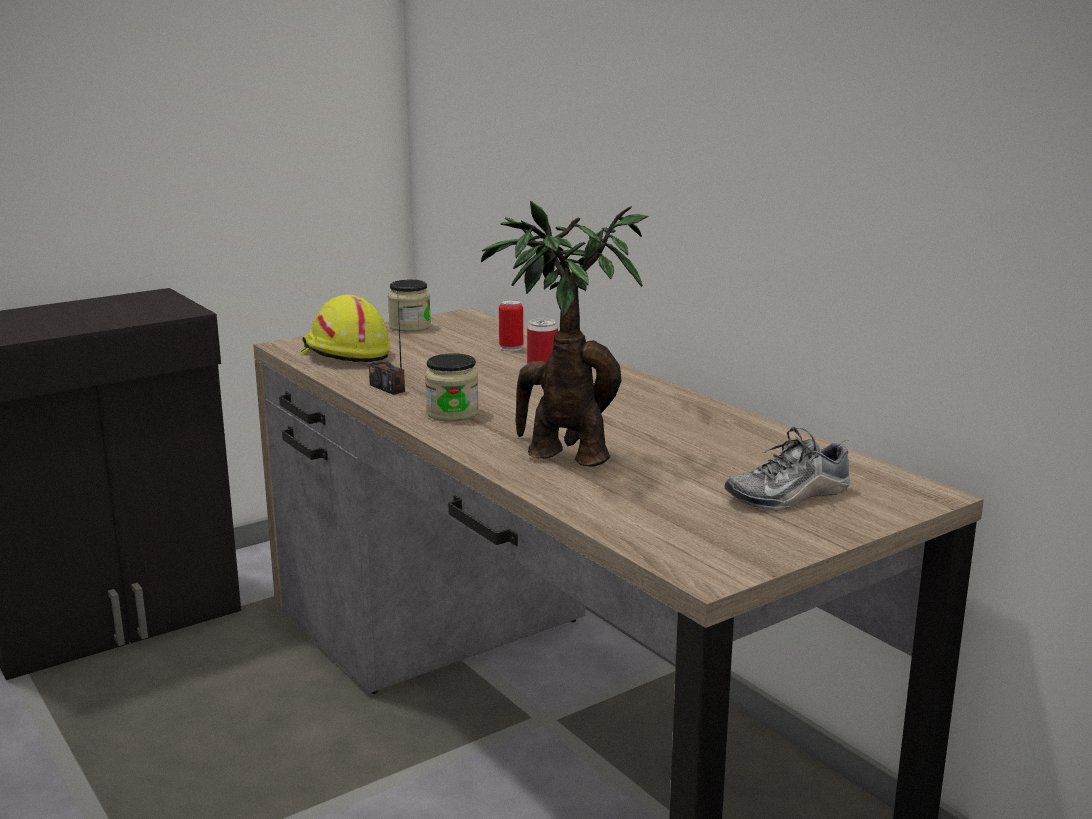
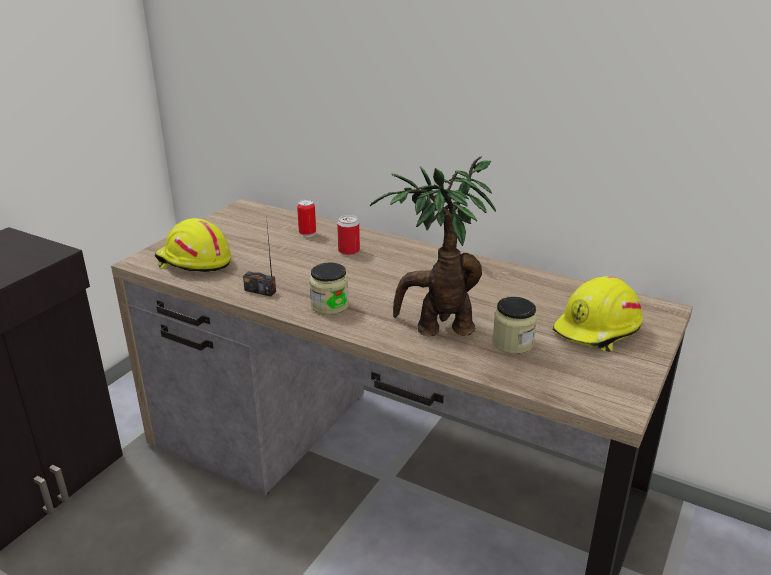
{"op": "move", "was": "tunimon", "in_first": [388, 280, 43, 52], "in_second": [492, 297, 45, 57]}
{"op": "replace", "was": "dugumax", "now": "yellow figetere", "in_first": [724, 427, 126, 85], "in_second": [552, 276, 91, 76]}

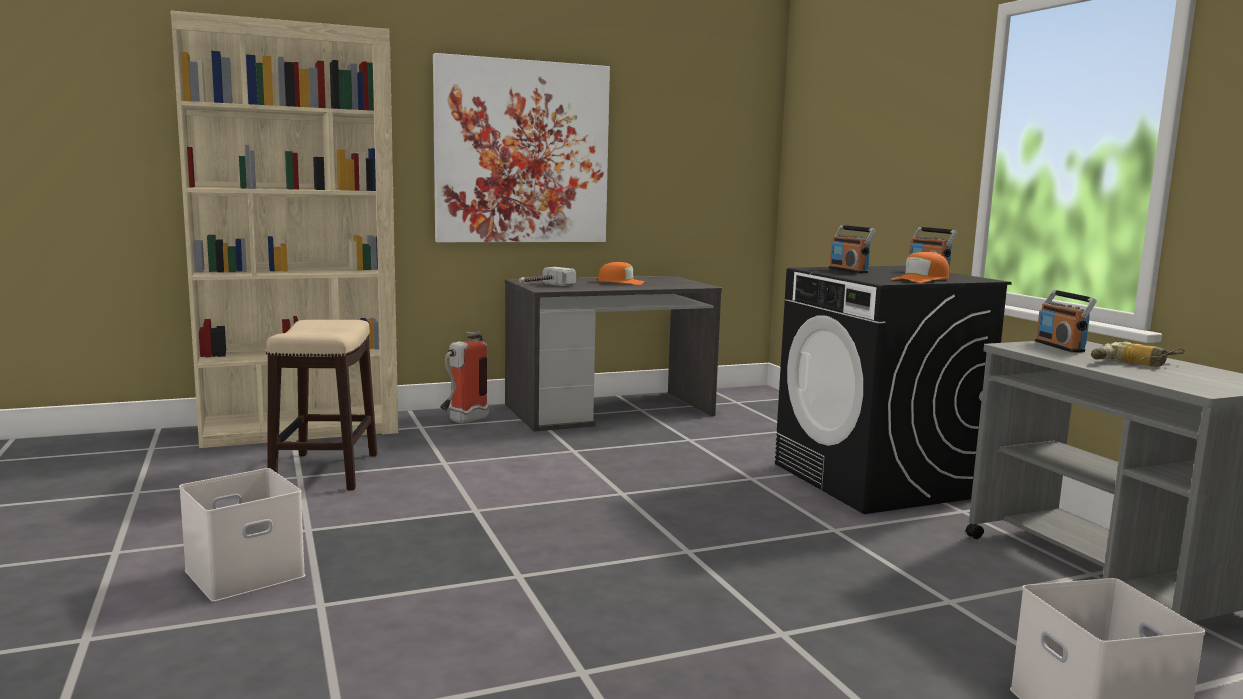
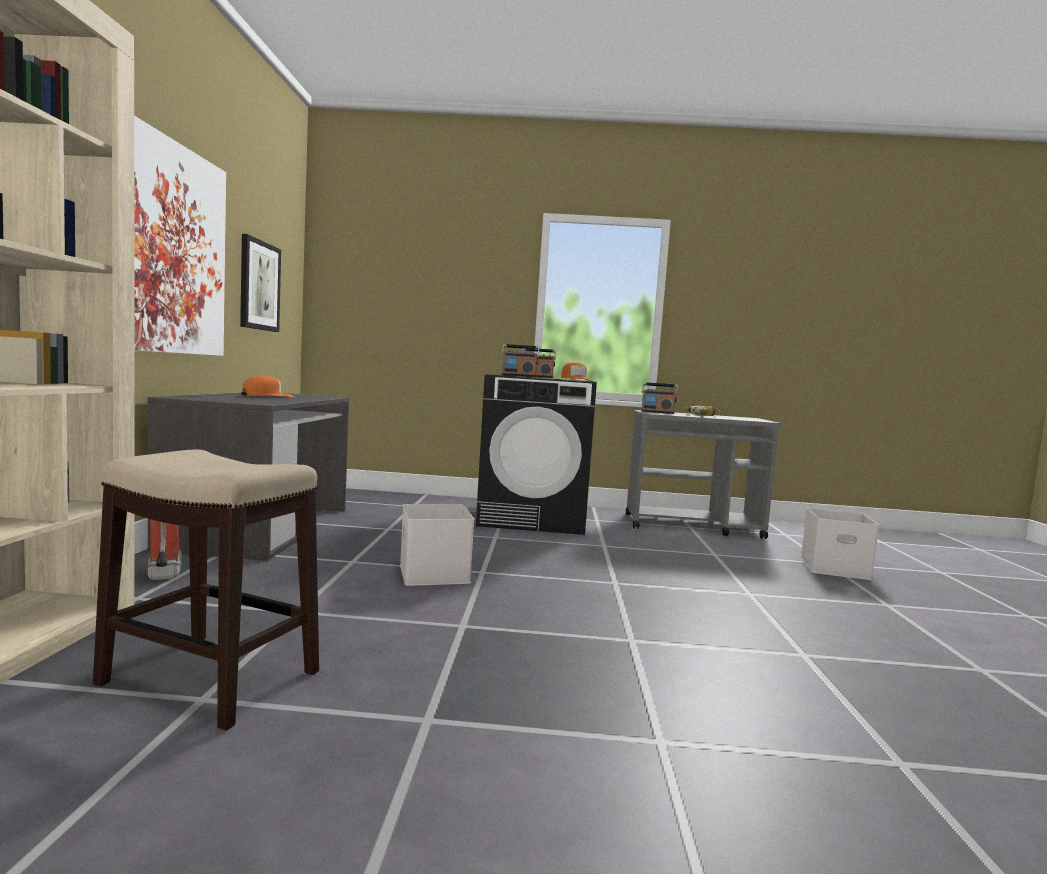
{"op": "insert", "now": "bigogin", "in_second": [240, 234, 41, 98]}
{"op": "move", "was": "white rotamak", "in_first": [179, 468, 126, 134], "in_second": [400, 504, 74, 82]}
{"op": "delete", "was": "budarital", "in_first": [519, 267, 57, 19]}

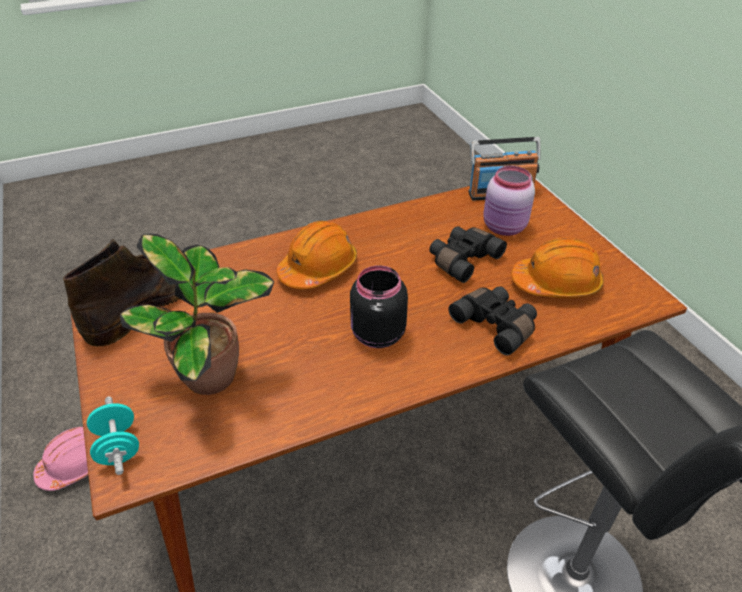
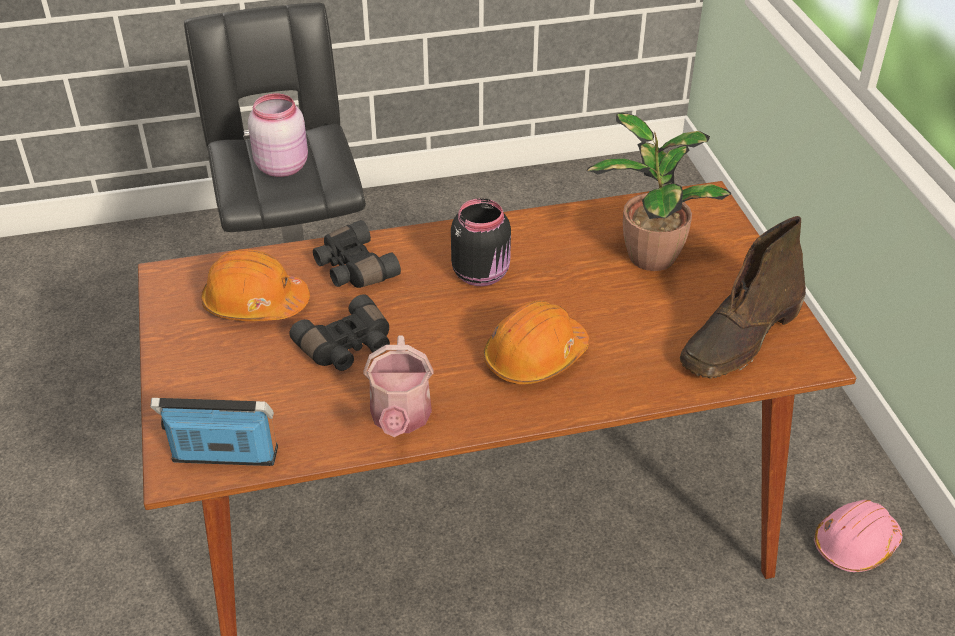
{"op": "move", "was": "pink tunimon", "in_first": [483, 166, 52, 70], "in_second": [248, 94, 60, 83]}
{"op": "insert", "now": "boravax", "in_second": [363, 336, 71, 101]}
{"op": "delete", "was": "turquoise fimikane", "in_first": [87, 397, 52, 78]}

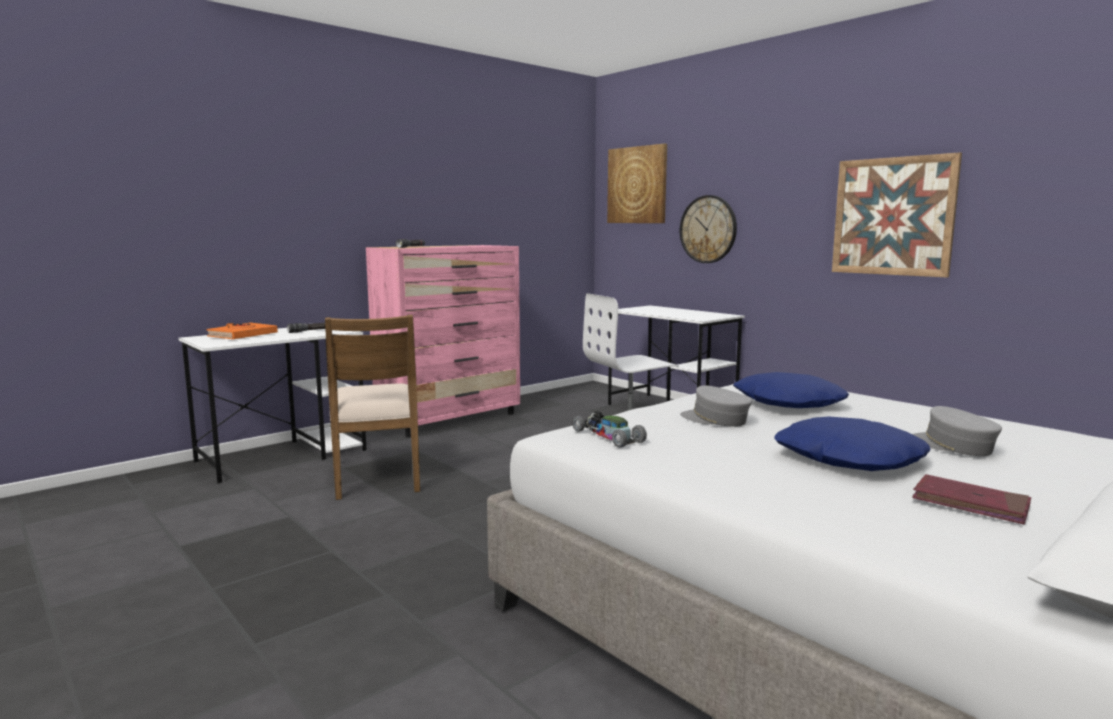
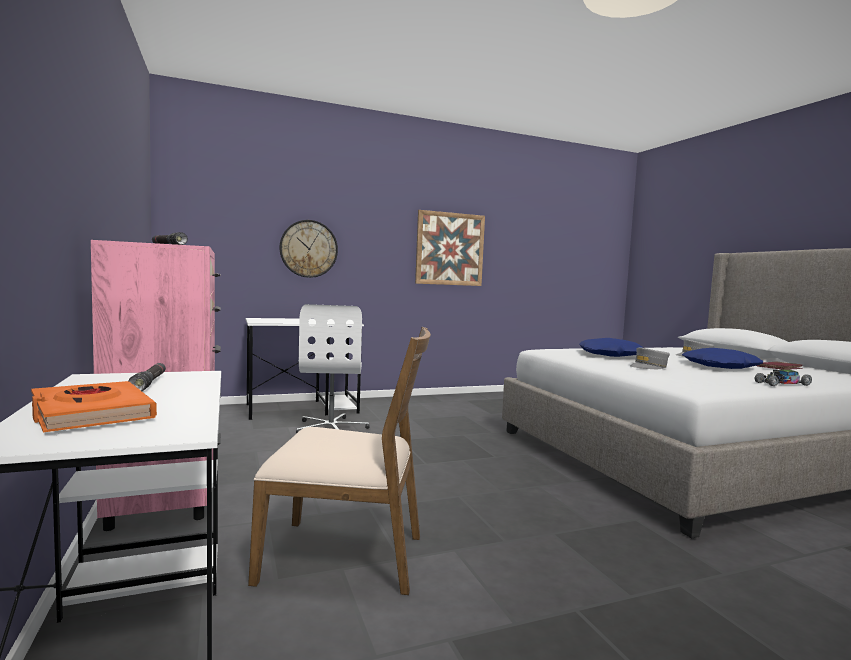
{"op": "move", "was": "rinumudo", "in_first": [572, 411, 75, 37], "in_second": [755, 370, 57, 16]}
{"op": "delete", "was": "bigogin", "in_first": [607, 144, 60, 79]}

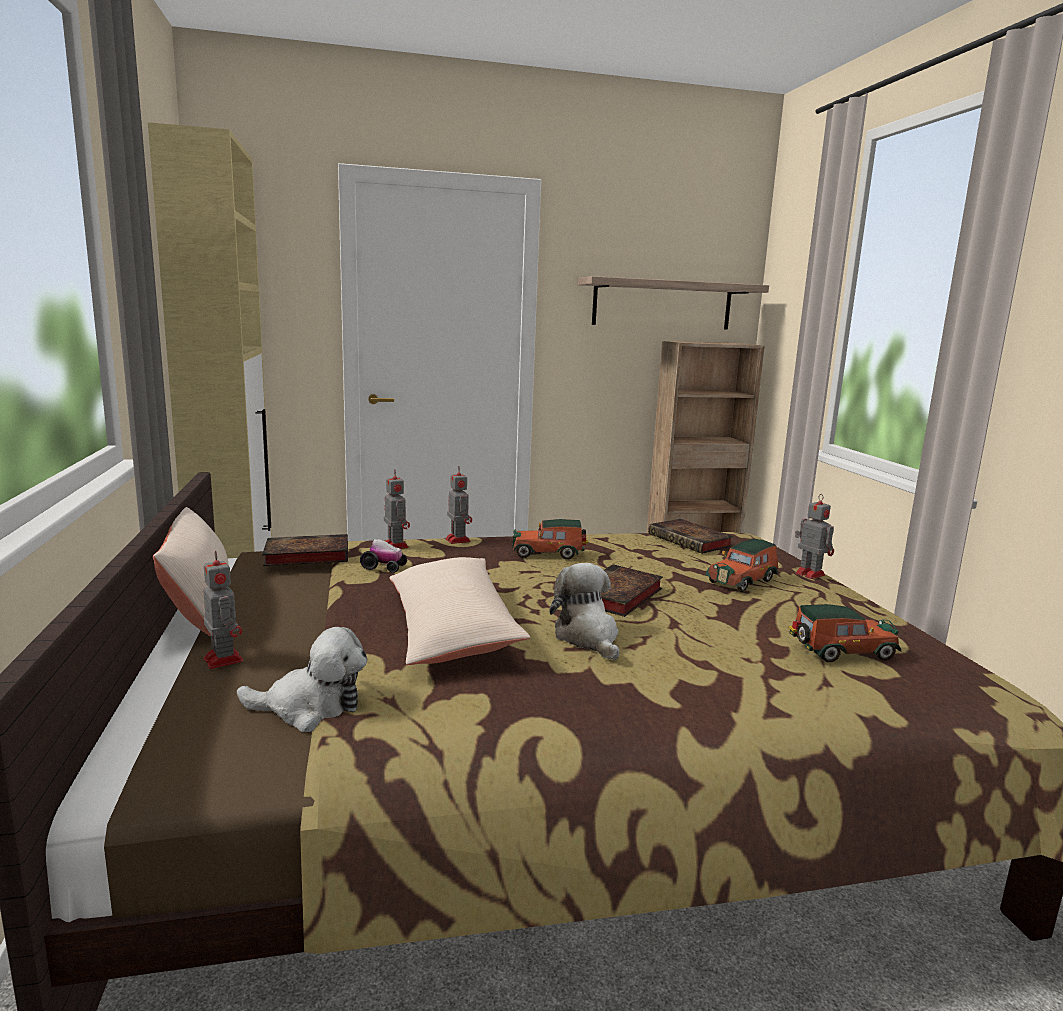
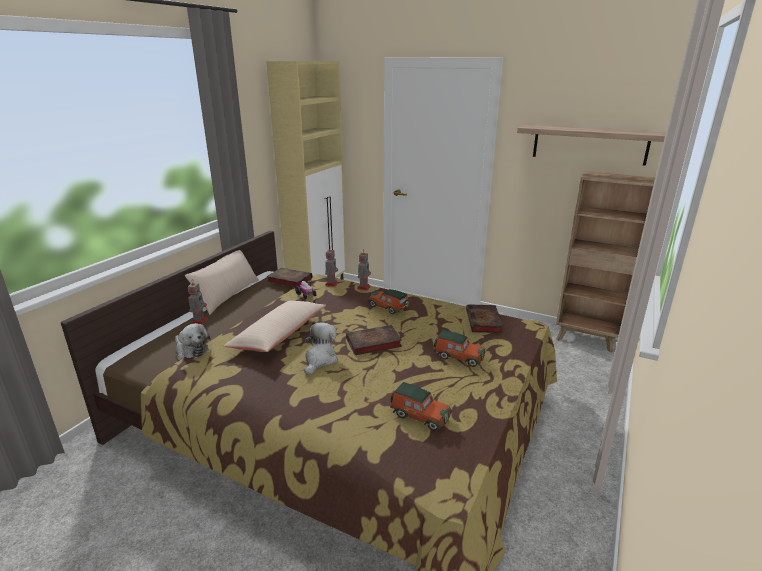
{"op": "rotate", "was": "rinumudo", "in_first": [705, 538, 73, 54], "in_second": [434, 330, 51, 37], "clockwise": -150}
{"op": "delete", "was": "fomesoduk", "in_first": [795, 494, 39, 85]}

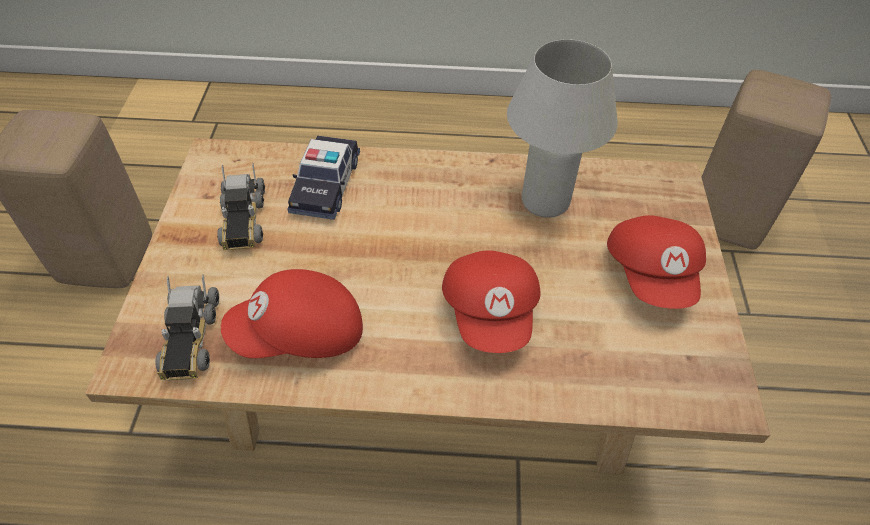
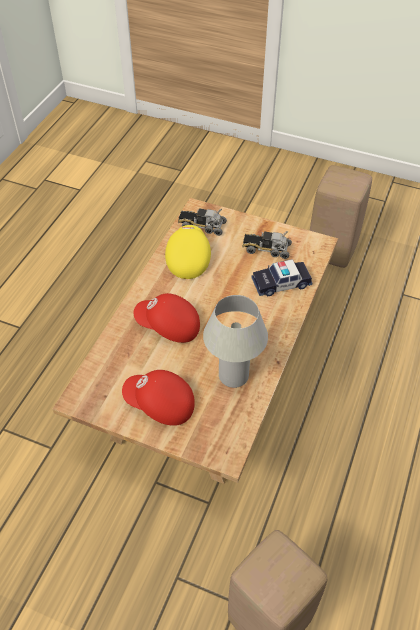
{"op": "recolor", "was": "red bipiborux", "now": "yellow bipiborux", "in_first": [221, 269, 142, 89], "in_second": [165, 225, 46, 54]}
{"op": "rotate", "was": "rinumudo", "in_first": [288, 136, 72, 84], "in_second": [251, 259, 61, 37], "clockwise": -45}

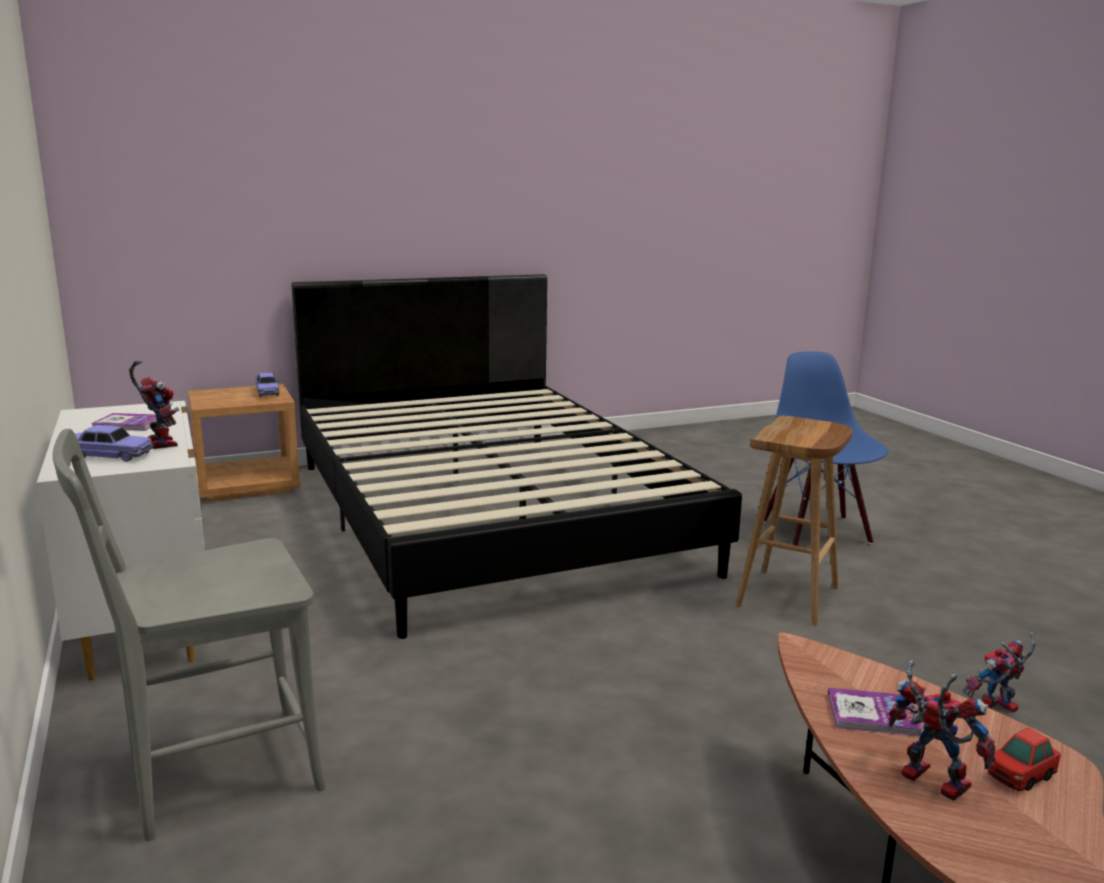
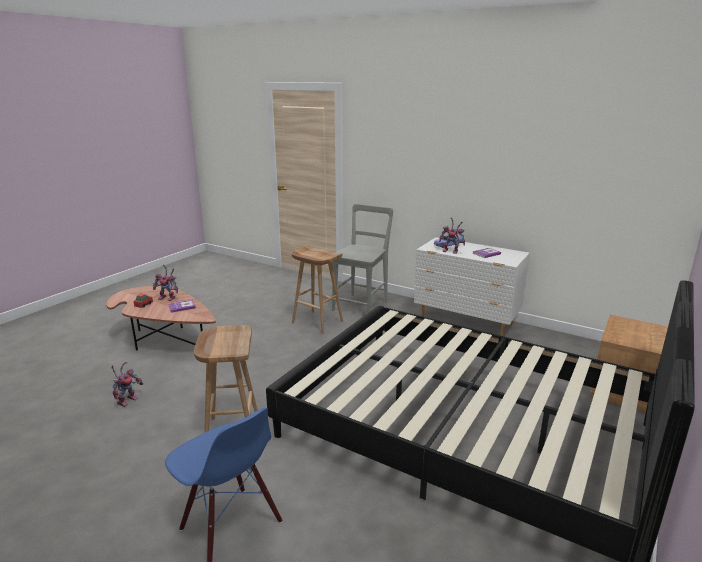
{"op": "insert", "now": "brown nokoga", "in_second": [292, 246, 51, 88]}
{"op": "delete", "was": "rinumudo", "in_first": [255, 373, 25, 24]}

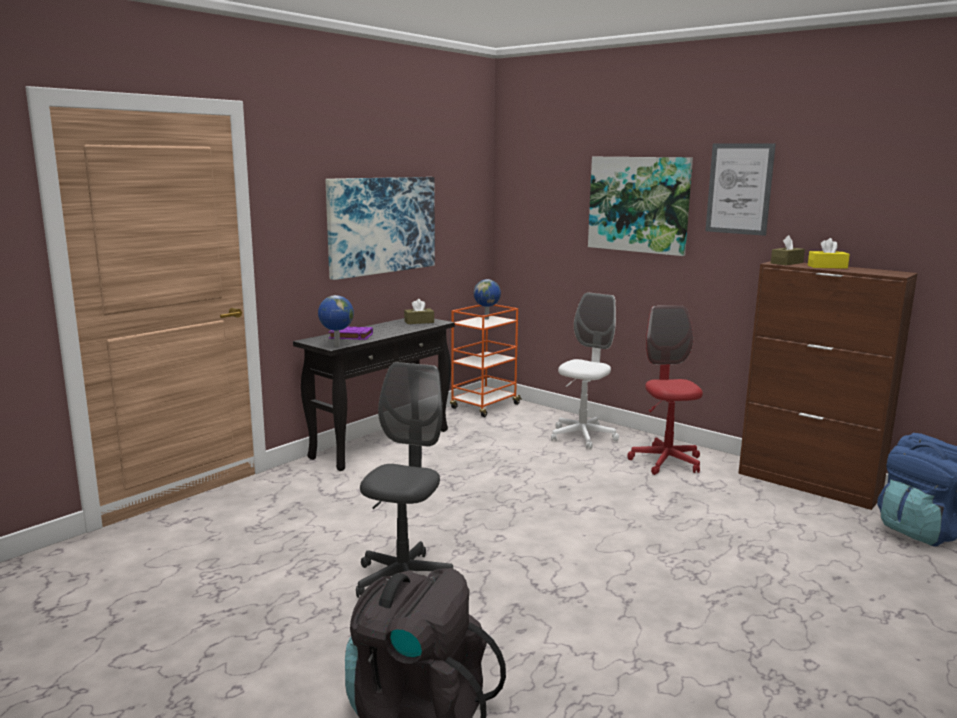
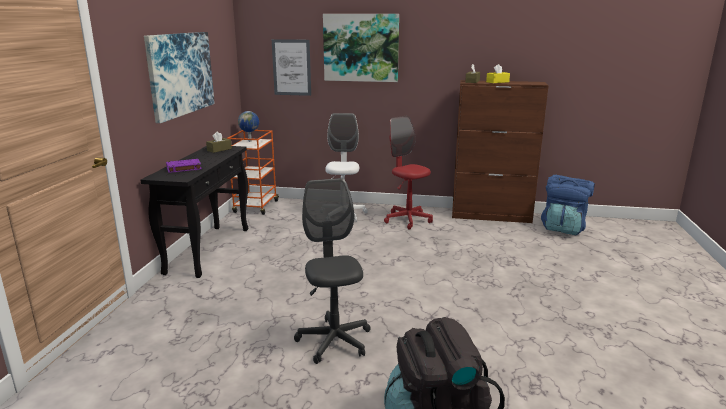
{"op": "move", "was": "bigogin", "in_first": [705, 143, 71, 93], "in_second": [272, 39, 39, 57]}
{"op": "delete", "was": "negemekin", "in_first": [318, 295, 36, 52]}

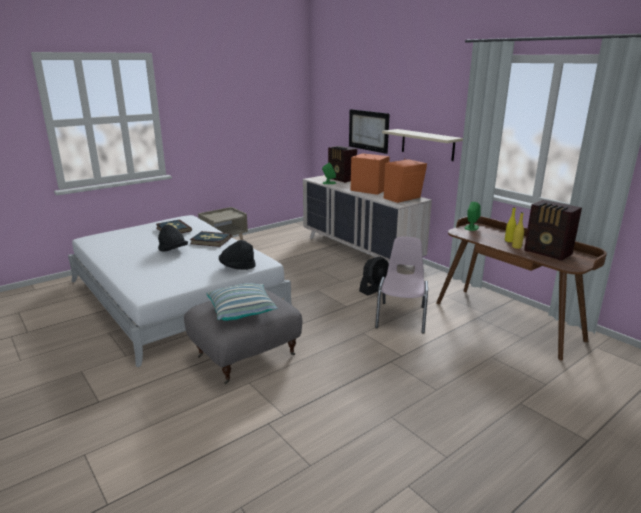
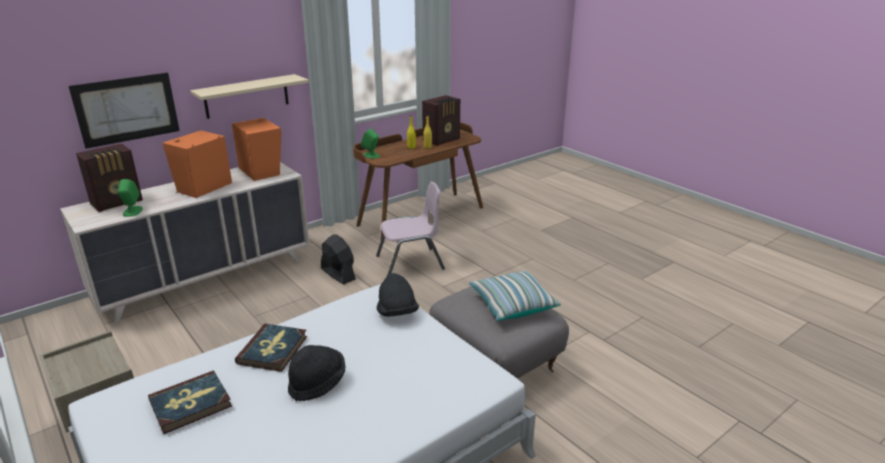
{"op": "rotate", "was": "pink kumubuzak", "in_first": [375, 236, 53, 98], "in_second": [376, 182, 69, 94], "clockwise": 150}

